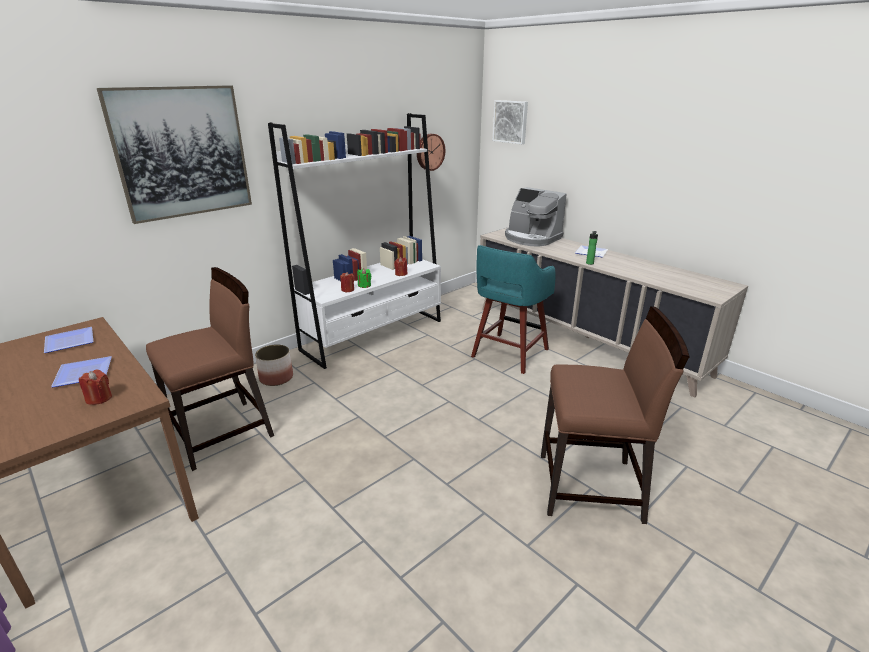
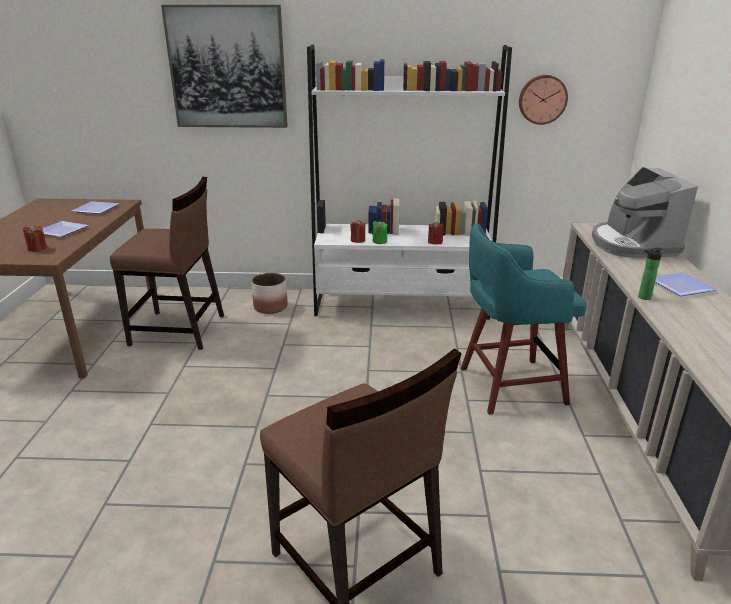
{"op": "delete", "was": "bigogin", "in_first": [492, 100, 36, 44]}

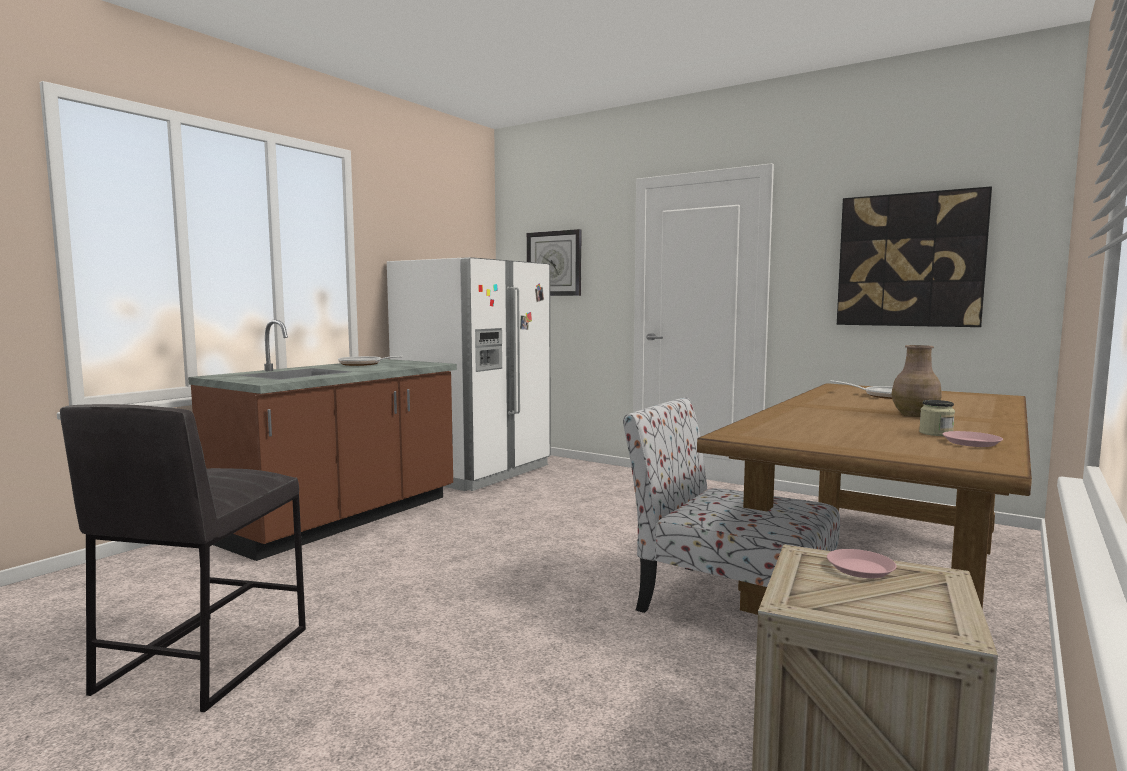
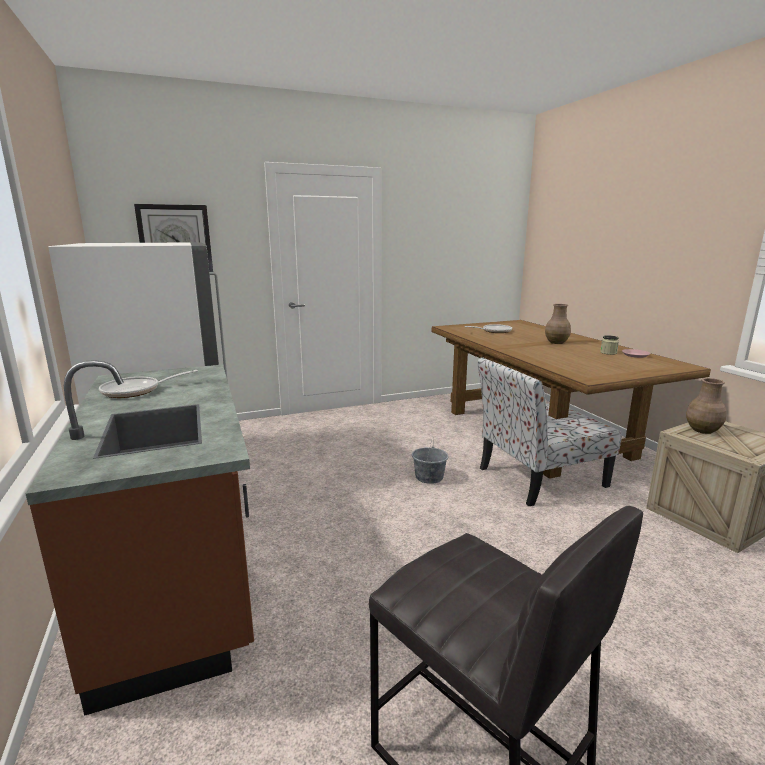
{"op": "insert", "now": "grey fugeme", "in_second": [412, 437, 36, 47]}
{"op": "replace", "was": "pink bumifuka", "now": "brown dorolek", "in_first": [827, 549, 70, 29], "in_second": [686, 378, 40, 56]}
{"op": "delete", "was": "bigogin", "in_first": [837, 186, 155, 141]}

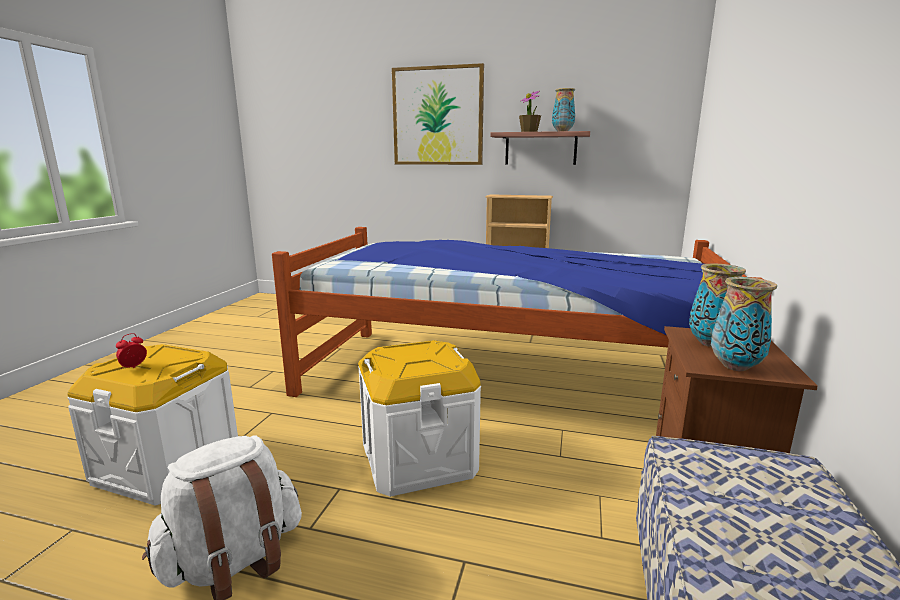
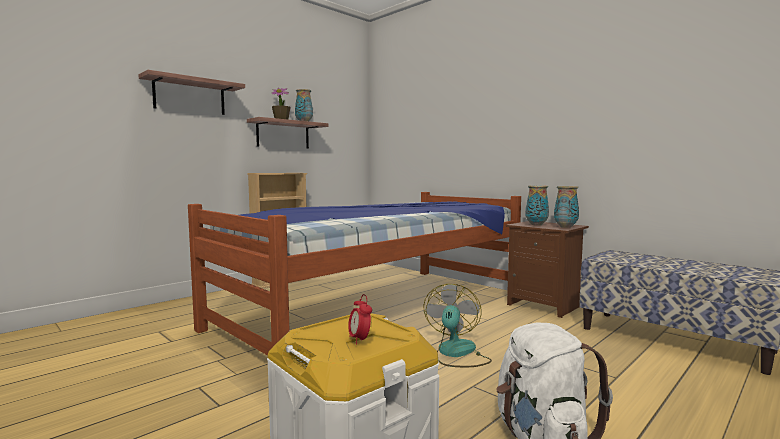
{"op": "replace", "was": "bigogin", "now": "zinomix", "in_first": [392, 63, 92, 102], "in_second": [139, 70, 106, 45]}
{"op": "replace", "was": "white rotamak", "now": "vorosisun", "in_first": [358, 340, 123, 157], "in_second": [423, 284, 69, 83]}

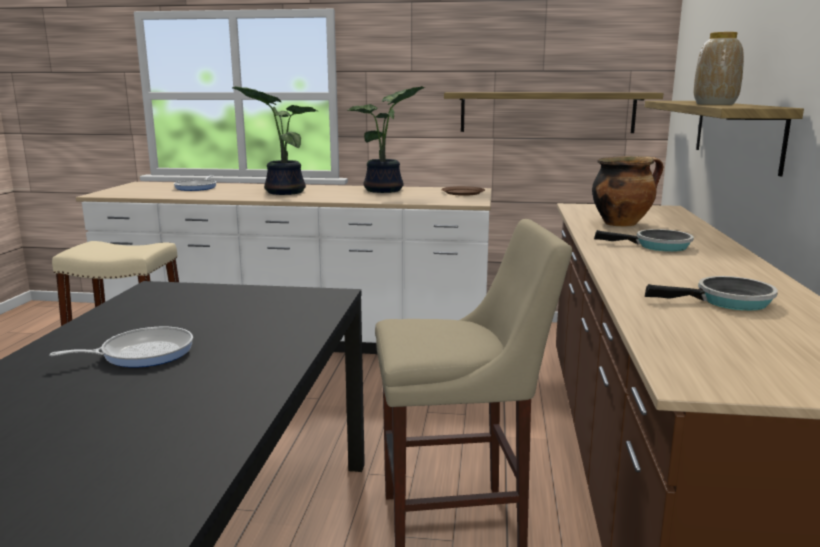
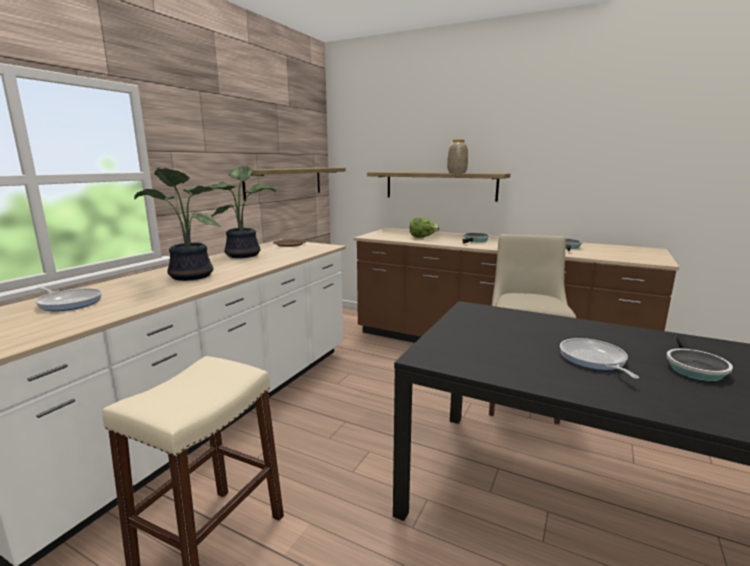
{"op": "replace", "was": "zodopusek", "now": "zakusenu", "in_first": [592, 156, 71, 70], "in_second": [409, 217, 31, 21]}
{"op": "insert", "now": "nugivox", "in_second": [666, 335, 67, 46]}

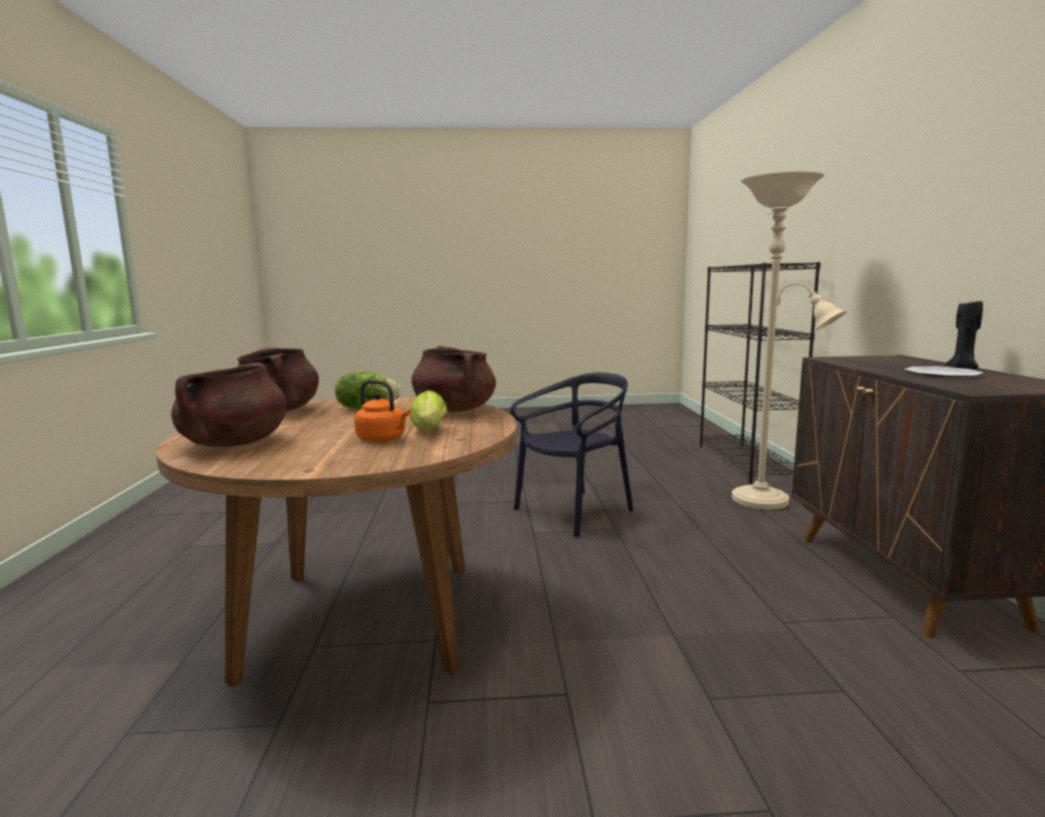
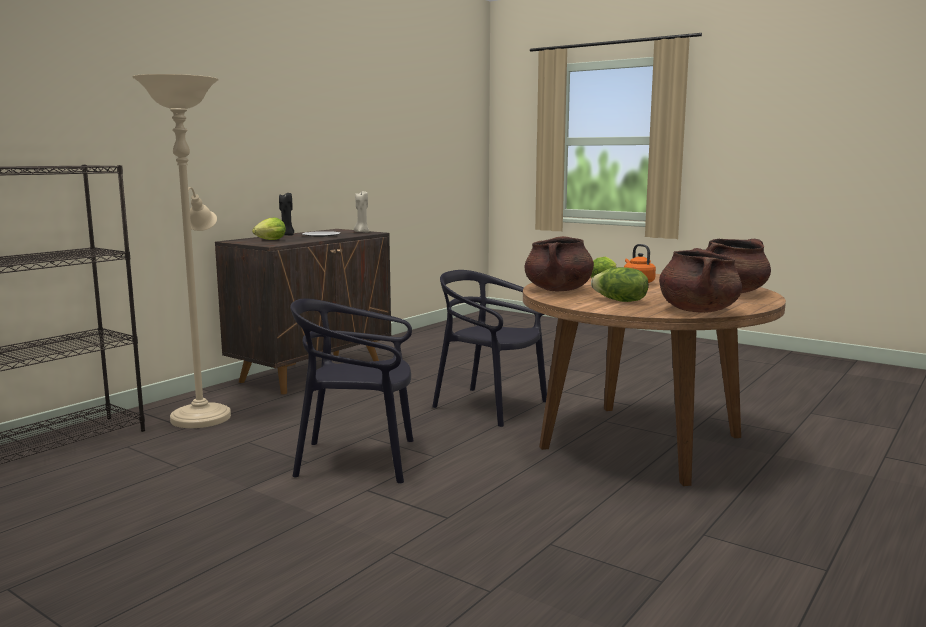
{"op": "insert", "now": "zakusenu", "in_second": [252, 218, 34, 22]}
{"op": "insert", "now": "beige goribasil", "in_second": [354, 191, 15, 41]}
{"op": "insert", "now": "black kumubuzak", "in_second": [432, 270, 115, 157]}

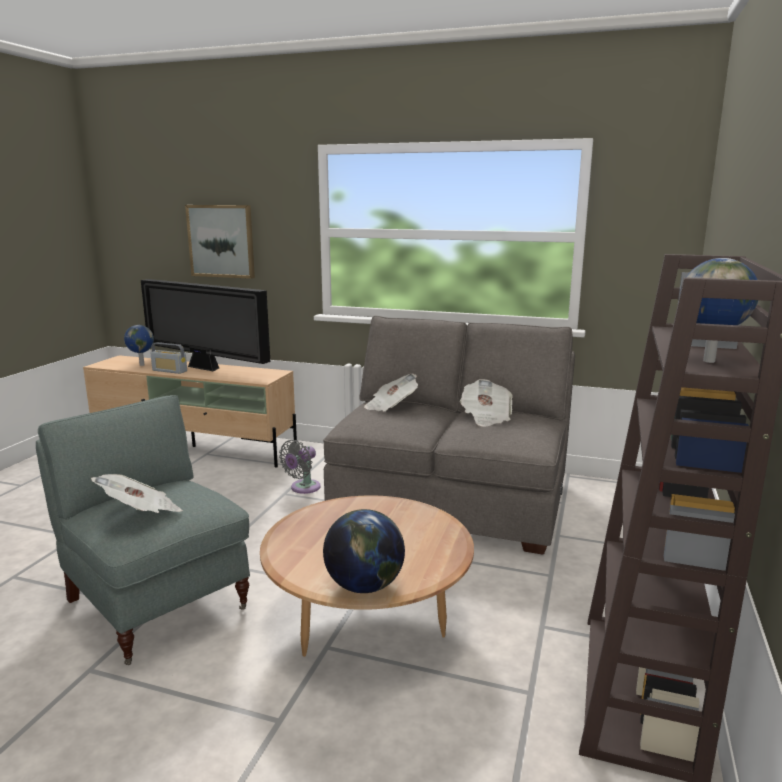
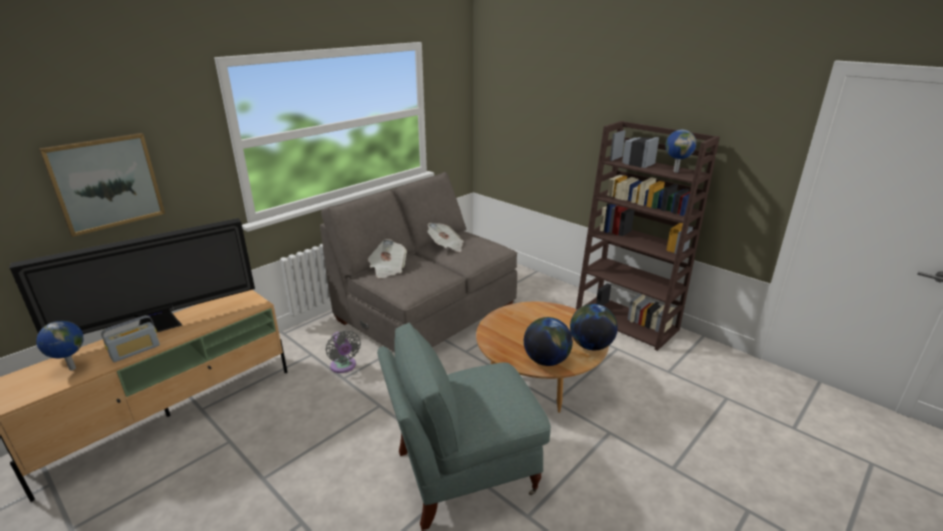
{"op": "insert", "now": "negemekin", "in_second": [524, 317, 49, 49]}
{"op": "delete", "was": "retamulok", "in_first": [91, 474, 92, 39]}

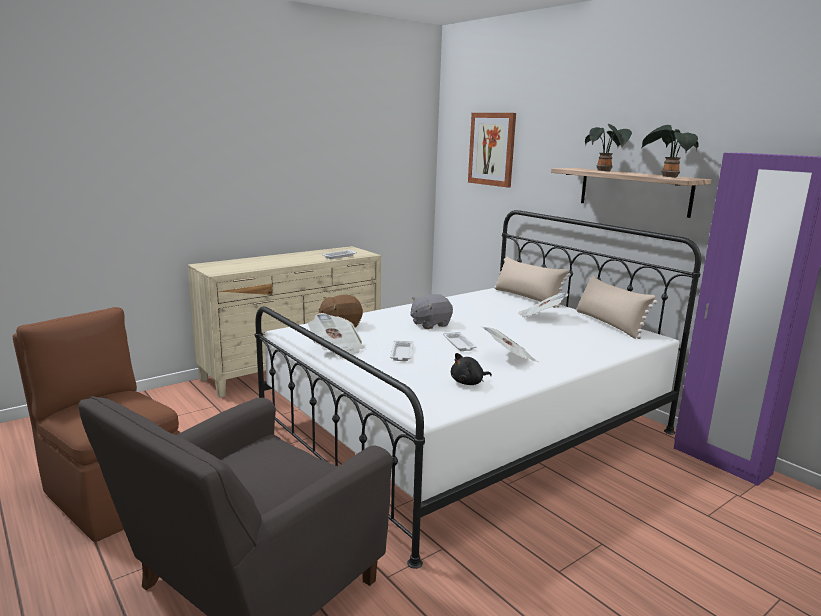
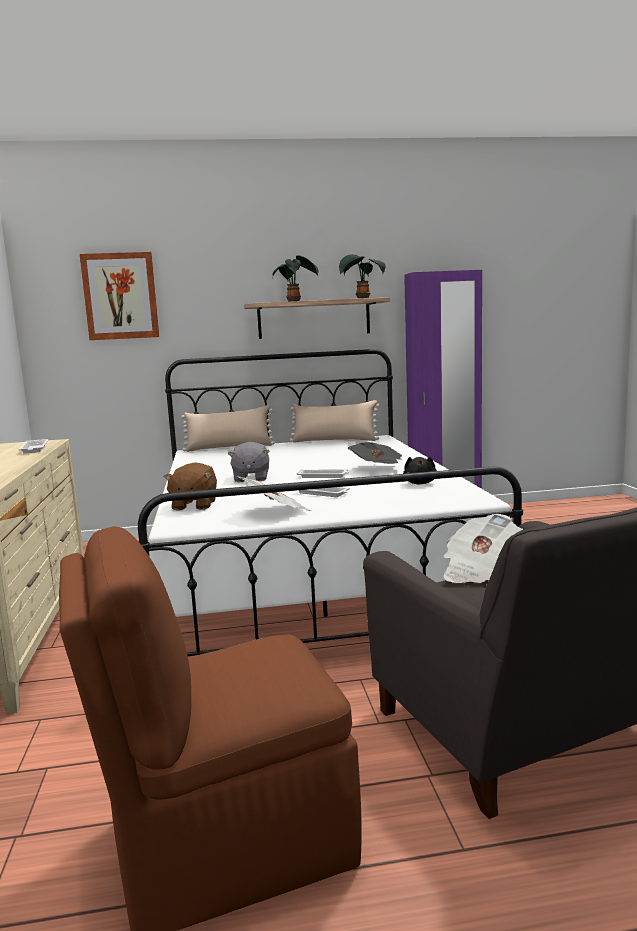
{"op": "move", "was": "retamulok", "in_first": [519, 293, 49, 25], "in_second": [443, 514, 81, 69]}

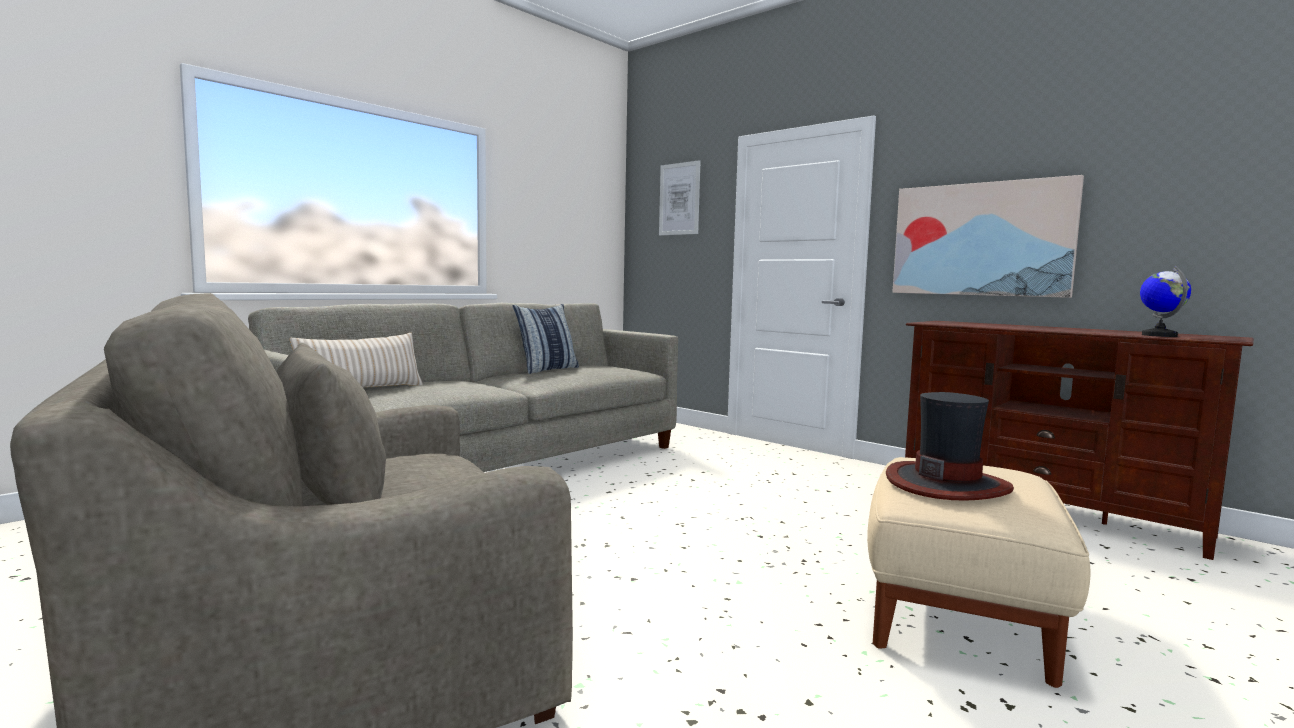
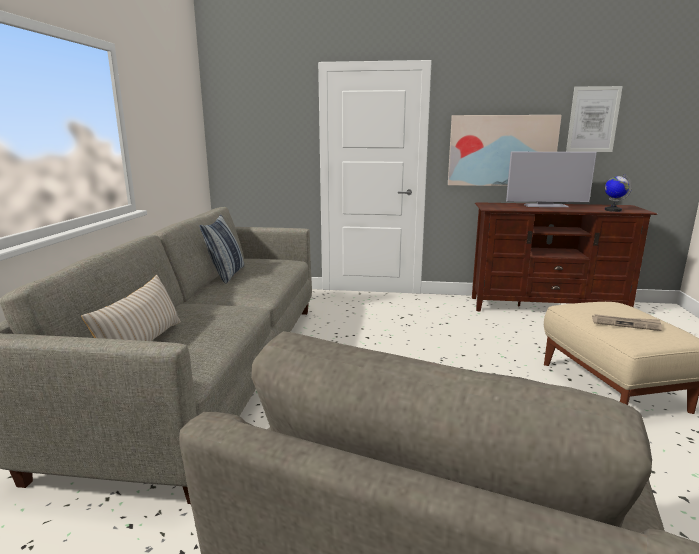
{"op": "insert", "now": "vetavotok", "in_second": [506, 152, 91, 55]}
{"op": "move", "was": "bigogin", "in_first": [659, 160, 41, 75], "in_second": [566, 86, 57, 66]}
{"op": "replace", "was": "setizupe", "now": "retamulok", "in_first": [886, 392, 128, 109], "in_second": [592, 314, 70, 17]}

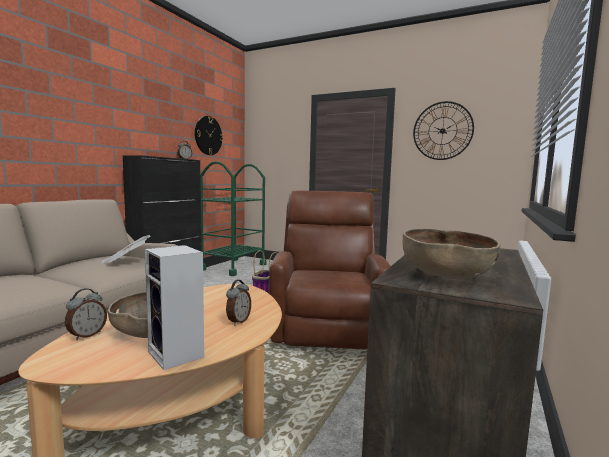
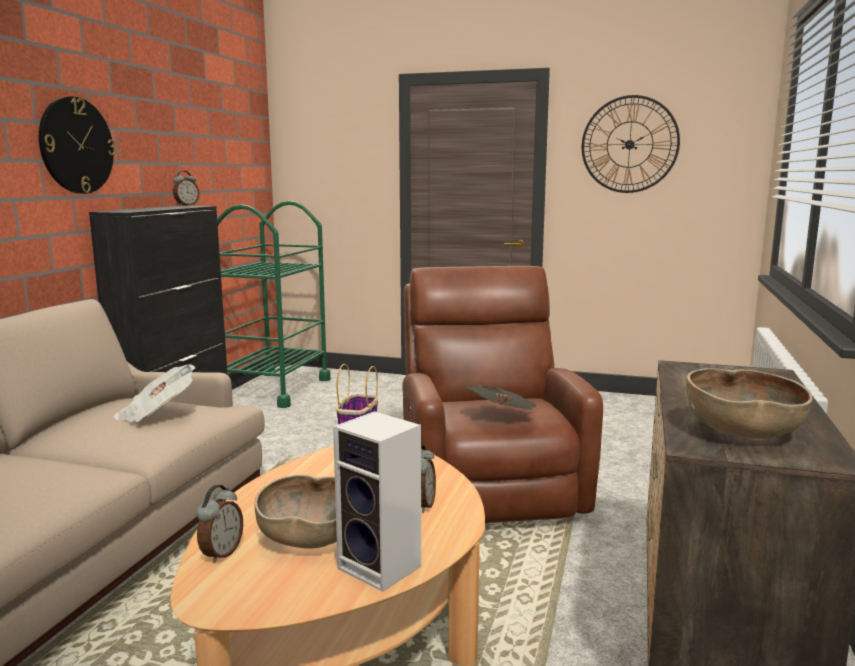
{"op": "move", "was": "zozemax", "in_first": [195, 116, 28, 39], "in_second": [39, 96, 77, 98]}
{"op": "insert", "now": "retamulok", "in_second": [465, 386, 71, 24]}

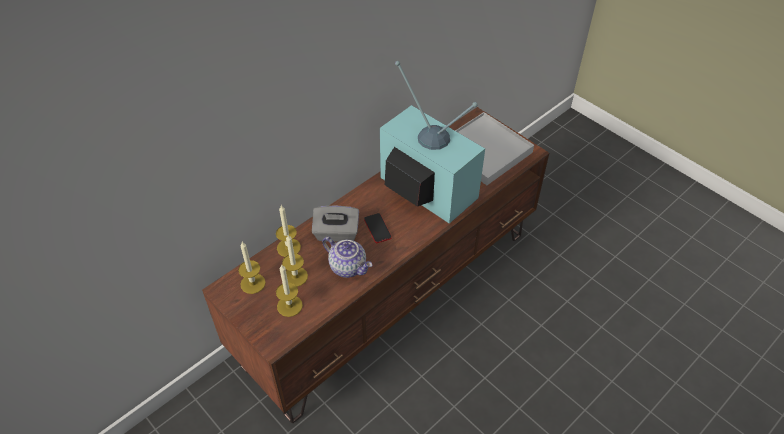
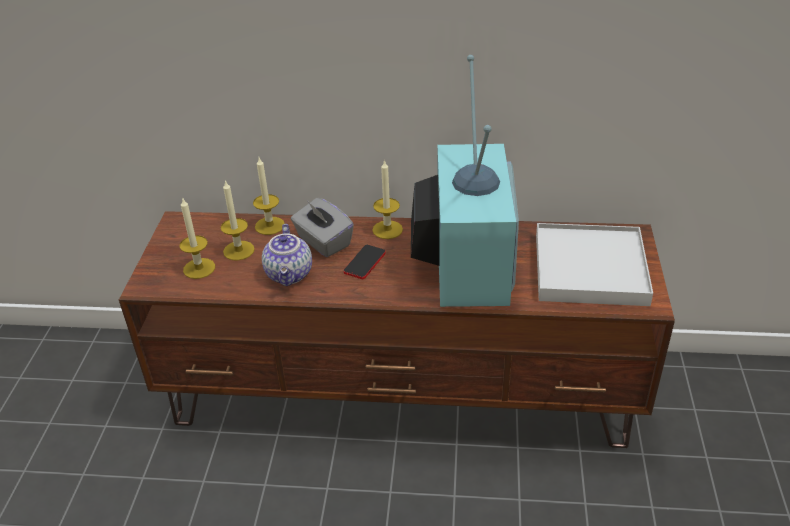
{"op": "move", "was": "goribasil", "in_first": [238, 242, 28, 52], "in_second": [372, 159, 31, 80]}

